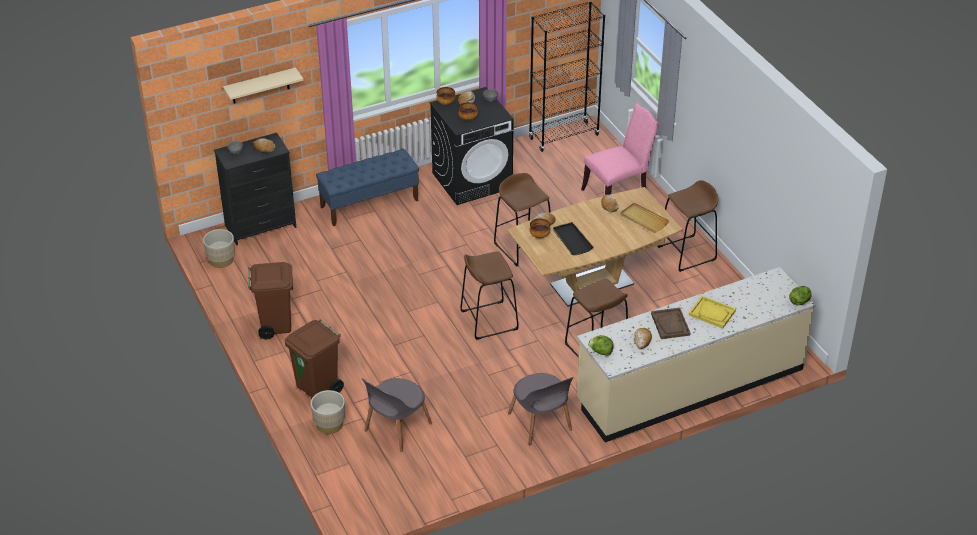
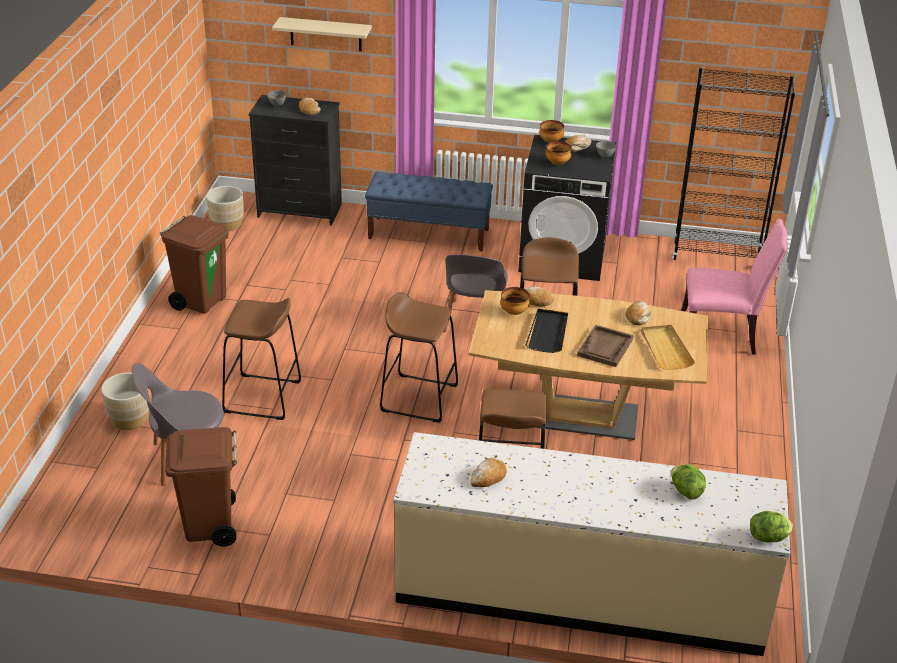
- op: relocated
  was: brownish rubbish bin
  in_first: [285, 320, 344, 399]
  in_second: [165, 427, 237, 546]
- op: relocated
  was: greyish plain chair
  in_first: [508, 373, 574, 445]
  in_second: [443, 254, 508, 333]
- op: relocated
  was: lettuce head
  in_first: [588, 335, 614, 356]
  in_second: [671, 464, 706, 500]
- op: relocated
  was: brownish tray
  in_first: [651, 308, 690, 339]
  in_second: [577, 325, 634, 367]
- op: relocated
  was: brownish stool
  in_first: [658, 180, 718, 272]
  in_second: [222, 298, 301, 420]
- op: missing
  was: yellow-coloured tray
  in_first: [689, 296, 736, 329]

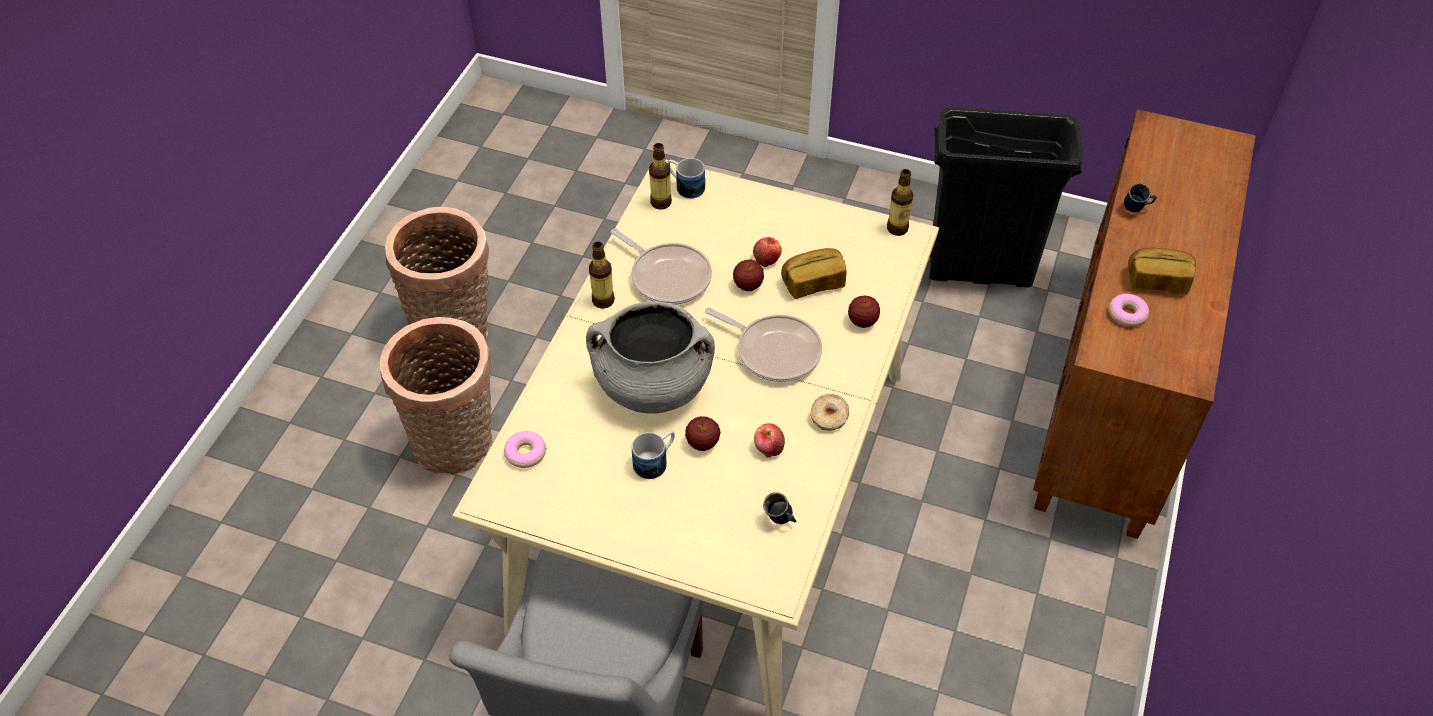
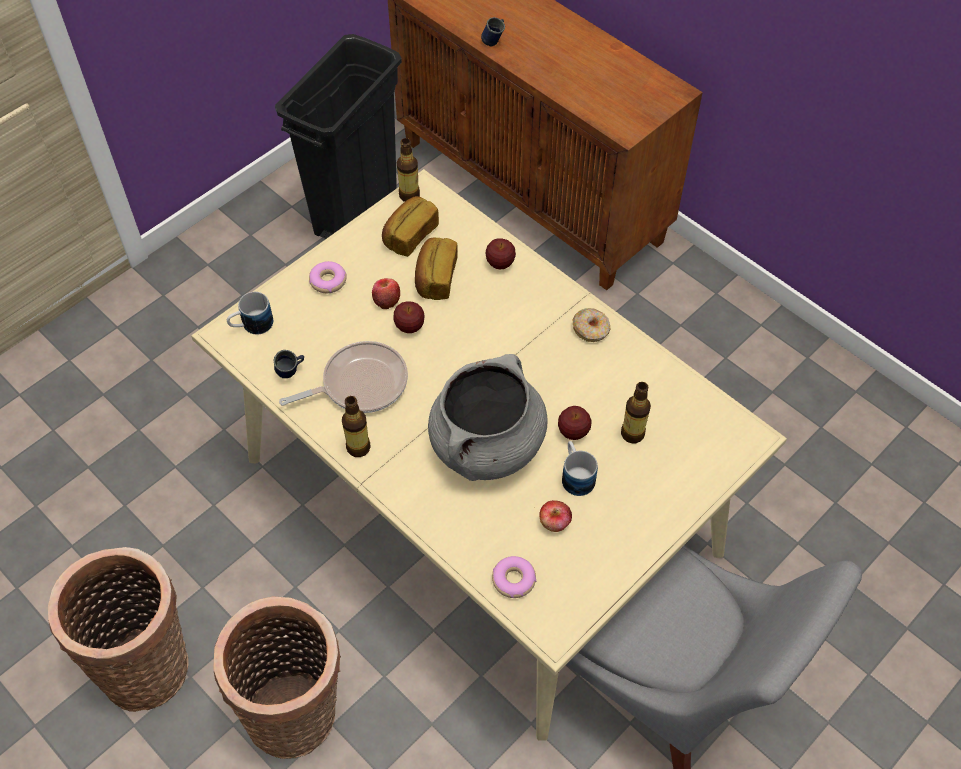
- op: relocated
  was: beverage bottle
  in_first: [649, 143, 672, 210]
  in_second: [621, 382, 651, 443]
- op: missing
  was: skillet
  in_first: [705, 307, 822, 382]
- op: relocated
  was: apple
  in_first: [754, 423, 785, 457]
  in_second: [539, 500, 572, 532]
- op: relocated
  was: blue-coloured mug
  in_first: [763, 492, 796, 524]
  in_second: [274, 350, 304, 378]
- op: relocated
  was: ring doughnut
  in_first: [1109, 294, 1149, 327]
  in_second: [309, 261, 347, 293]
- op: relocated
  was: bread
  in_first: [1128, 248, 1196, 294]
  in_second: [382, 196, 439, 257]

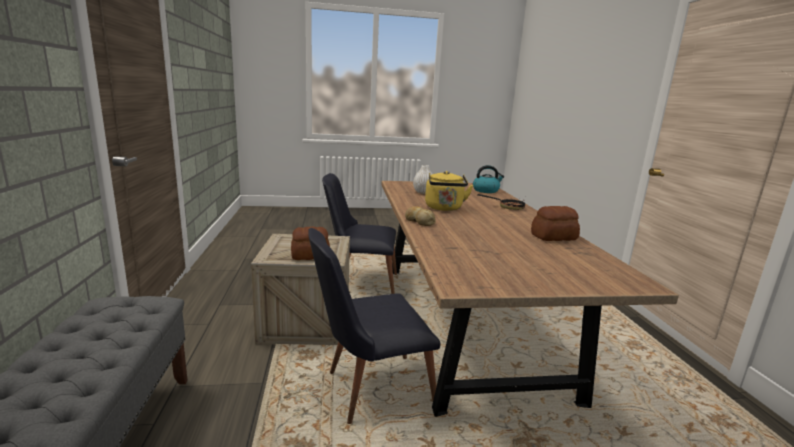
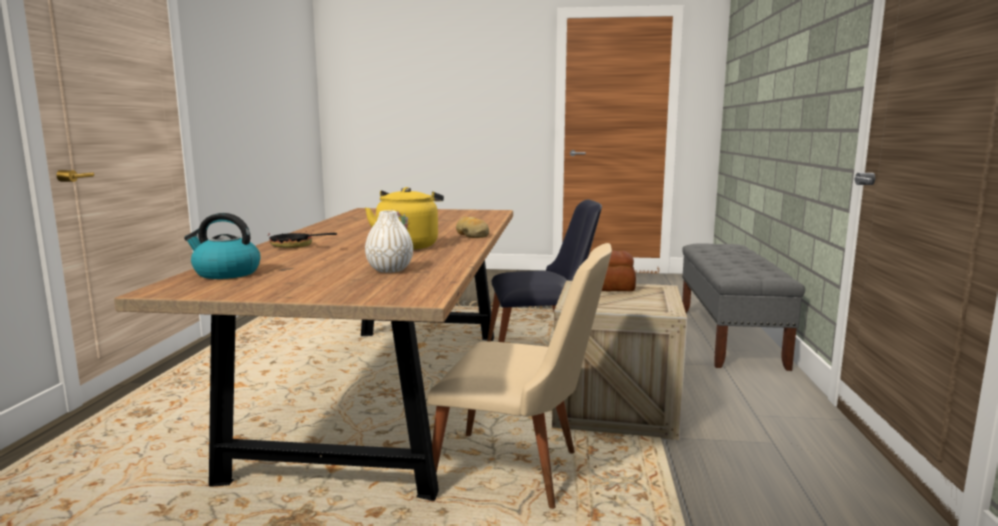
- op: colour
  was: blackish plain chair
  now: beige-coloured plain chair
  in_first: [322, 173, 397, 294]
  in_second: [428, 243, 612, 509]
- op: missing
  was: bread
  in_first: [531, 206, 580, 241]

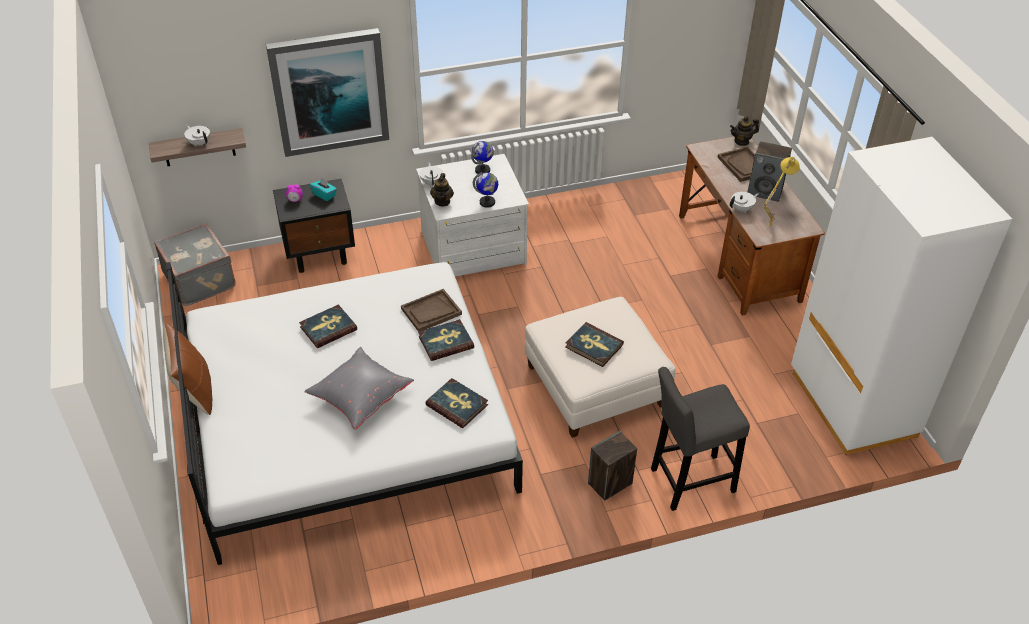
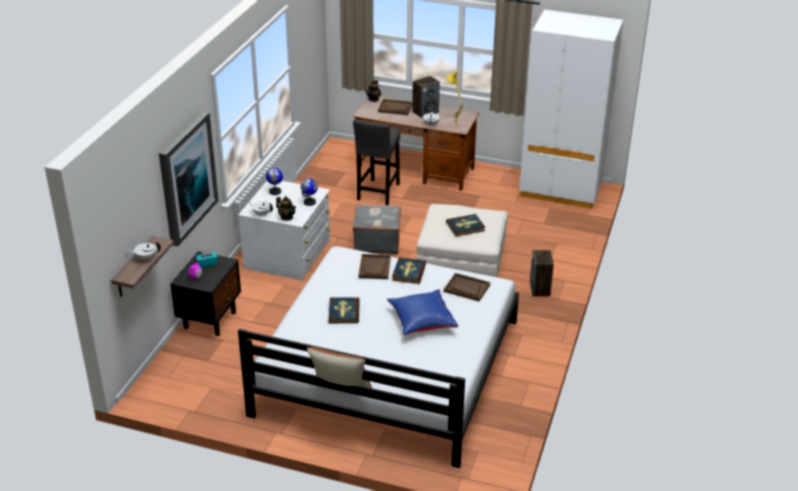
- op: relocated
  was: greyish suitcase
  in_first: [154, 223, 236, 306]
  in_second: [353, 204, 401, 254]
- op: colour
  was: greyish throw pillow
  now: blue-coloured throw pillow
  in_first: [304, 347, 414, 430]
  in_second: [387, 289, 458, 335]
- op: exchanged
  was: book
  now: brownish tray
  in_first: [425, 378, 488, 428]
  in_second: [444, 273, 490, 301]
- op: relocated
  was: greyish stool
  in_first: [651, 367, 750, 511]
  in_second: [353, 119, 400, 205]

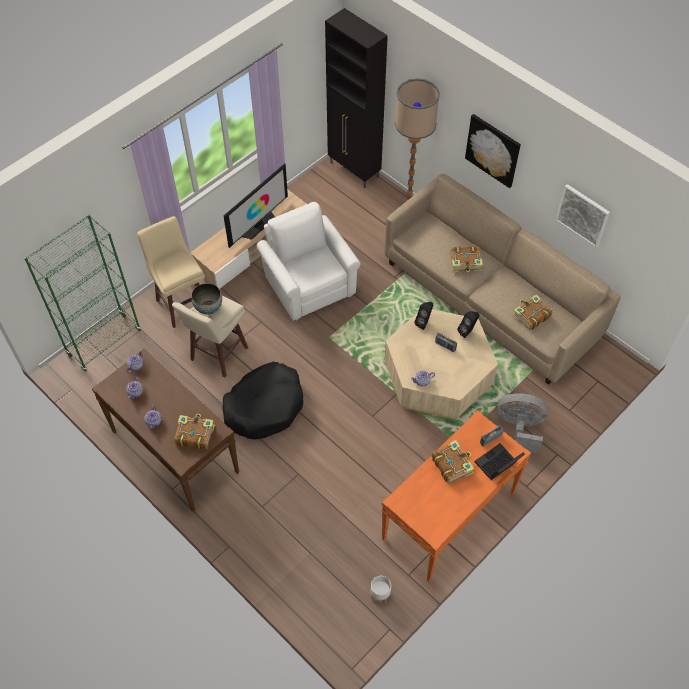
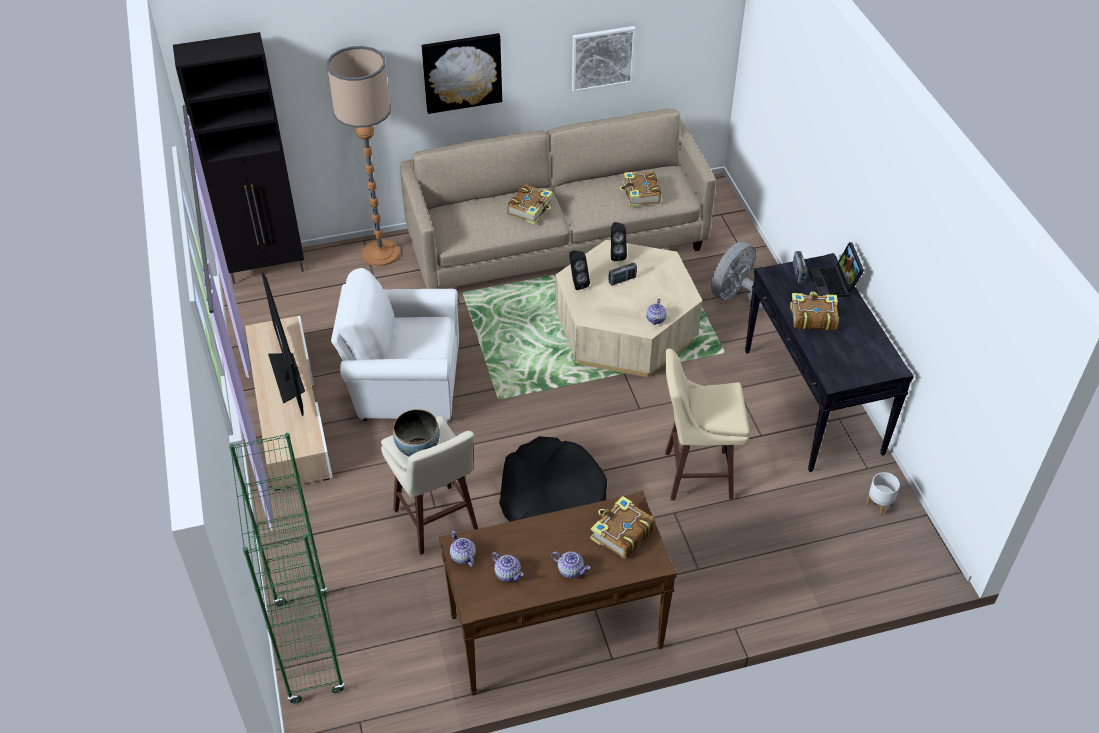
- op: relocated
  was: beige-coloured stool
  in_first: [137, 216, 205, 328]
  in_second: [665, 349, 749, 501]
- op: colour
  was: orange-coloured hall table
  now: blackish hall table
  in_first: [381, 410, 531, 582]
  in_second: [745, 253, 914, 472]

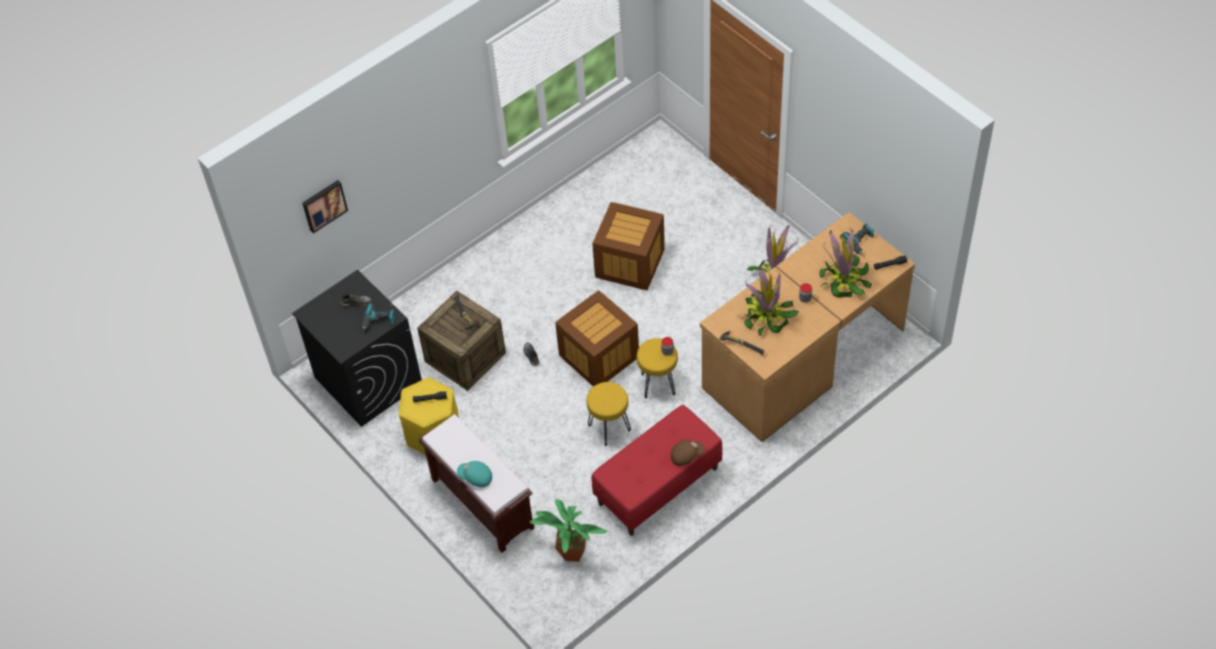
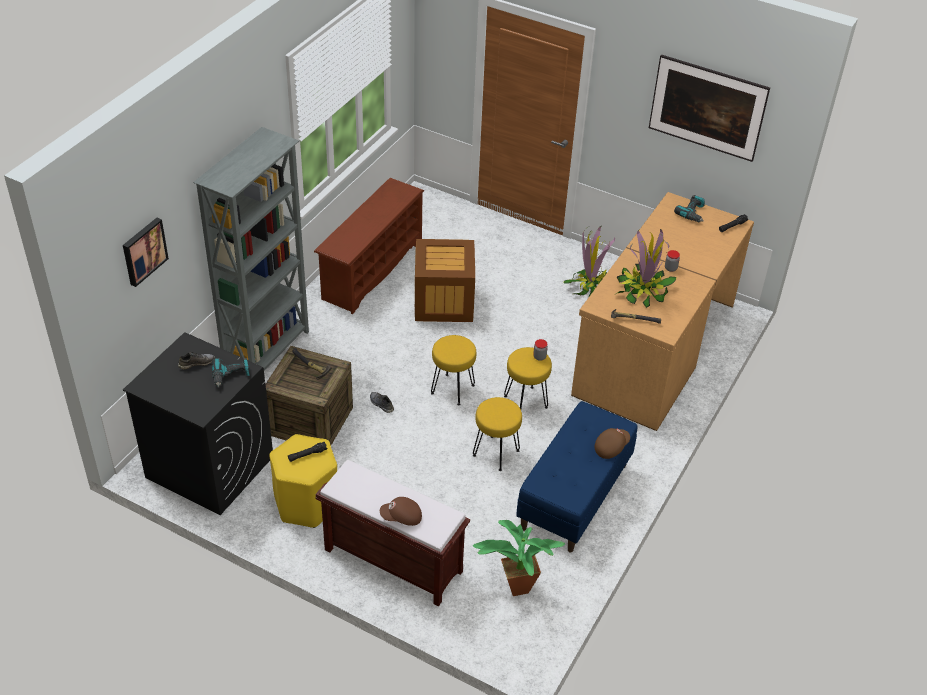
- op: colour
  was: turquoise-coloured peaked cap
  now: brownish peaked cap
  in_first: [457, 461, 492, 487]
  in_second: [380, 497, 422, 526]
- op: exchanged
  was: crate
  now: yellow-coloured stool
  in_first: [555, 290, 639, 387]
  in_second: [431, 335, 476, 406]
- op: colour
  was: red bench
  now: blue-coloured bench
  in_first: [591, 405, 722, 536]
  in_second: [516, 401, 637, 552]
- op: missing
  was: plant in a pot
  in_first: [819, 229, 872, 298]
- op: appeared
  now: greyish bookshelf
  in_second: [193, 127, 309, 370]
- op: appeared
  now: brownish shoe rack
  in_second: [314, 178, 424, 314]
- op: appeared
  now: picture
  in_second: [649, 54, 770, 162]

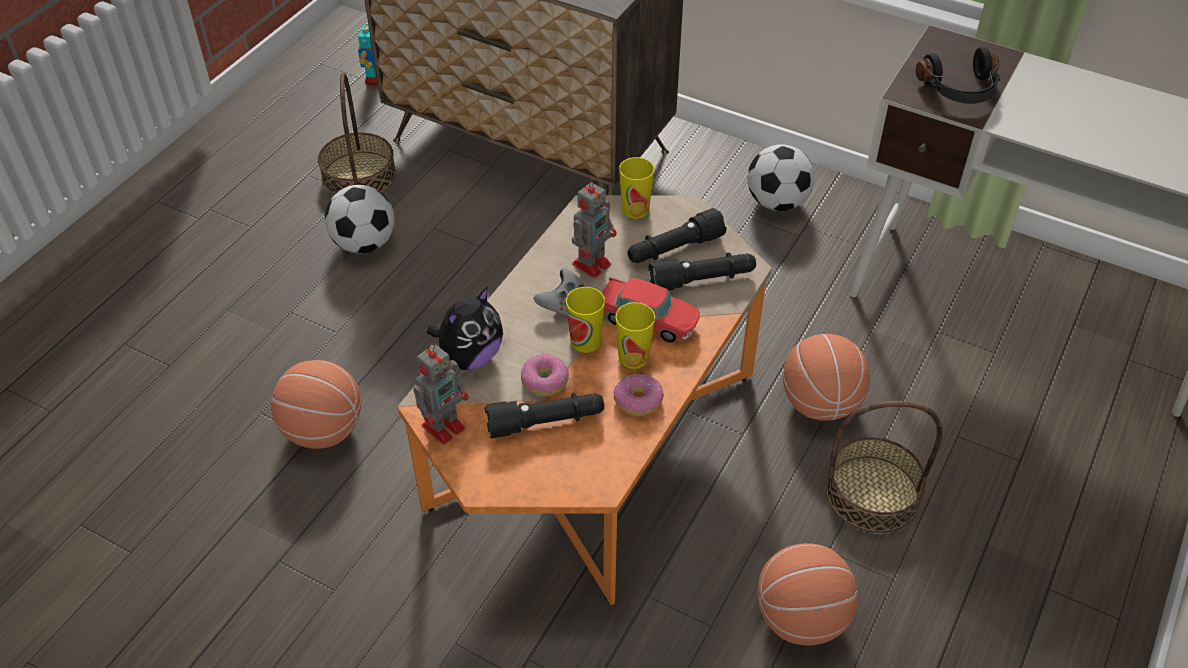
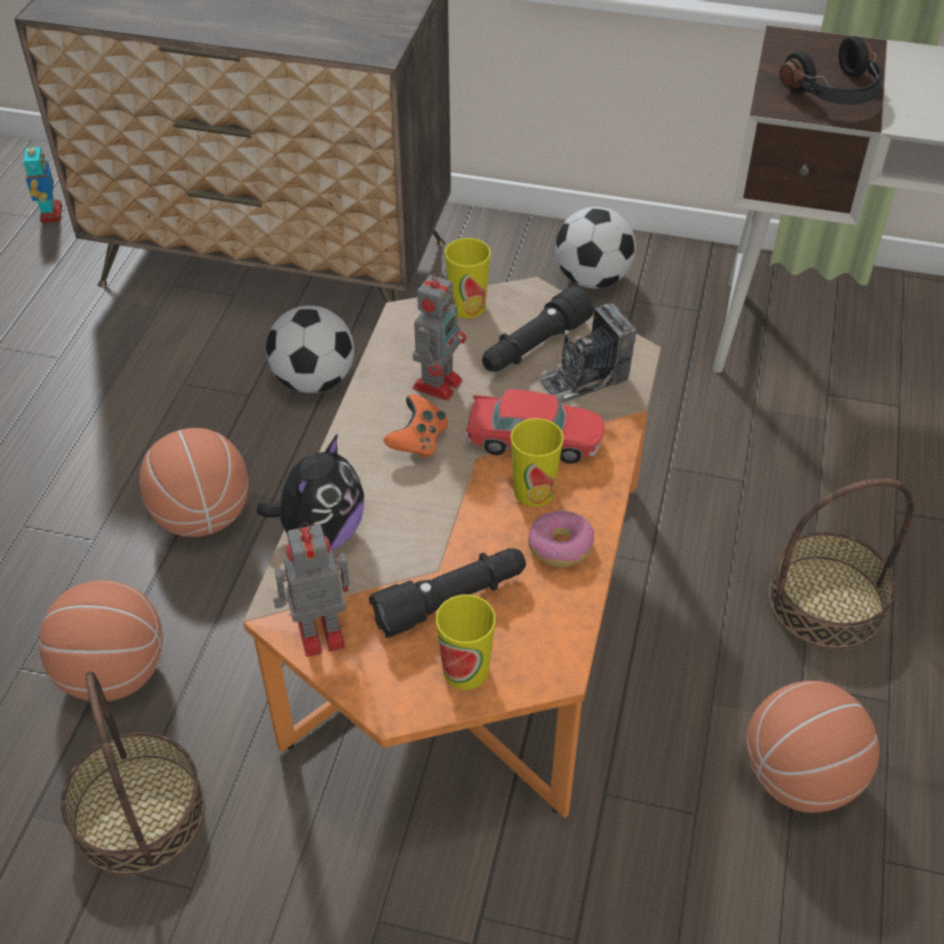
- op: relocated
  was: basket
  in_first: [318, 73, 396, 195]
  in_second: [61, 671, 205, 875]
- op: relocated
  was: ball for football
  in_first: [325, 185, 395, 254]
  in_second: [266, 306, 354, 393]
- op: spun
  was: model robot
  in_first: [414, 344, 469, 445]
  in_second: [273, 522, 350, 657]
  clockwise: -135
- op: missing
  was: ring doughnut
  in_first: [521, 354, 569, 397]
- op: colour
  was: greyish gamepad
  now: orange-coloured gamepad
  in_first: [534, 268, 585, 318]
  in_second: [383, 394, 448, 459]
- op: relocated
  was: cup
  in_first: [566, 287, 605, 353]
  in_second: [436, 595, 496, 690]
- op: exchanged
  was: blackish torch
  now: photo camera
  in_first: [649, 252, 756, 291]
  in_second: [535, 303, 636, 403]
- op: relocated
  was: basketball ball
  in_first: [783, 334, 870, 421]
  in_second: [139, 428, 249, 537]

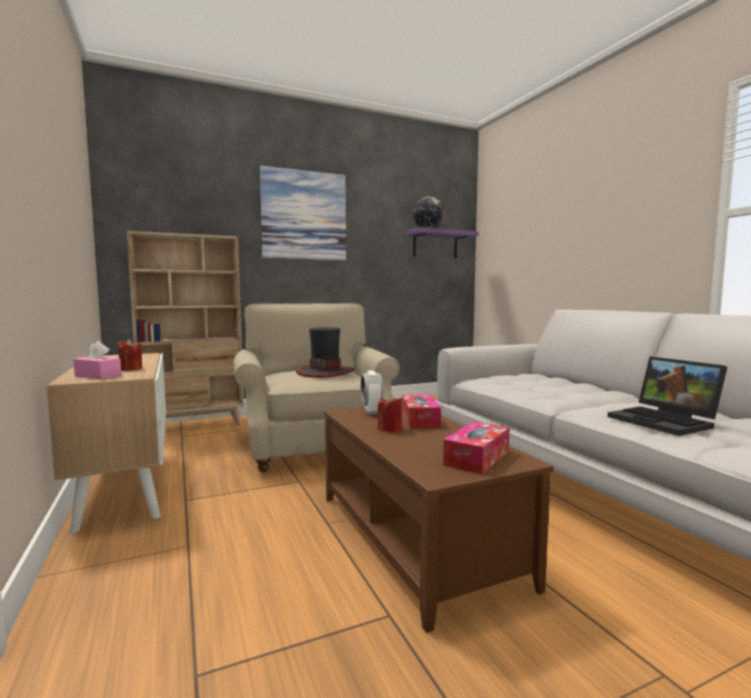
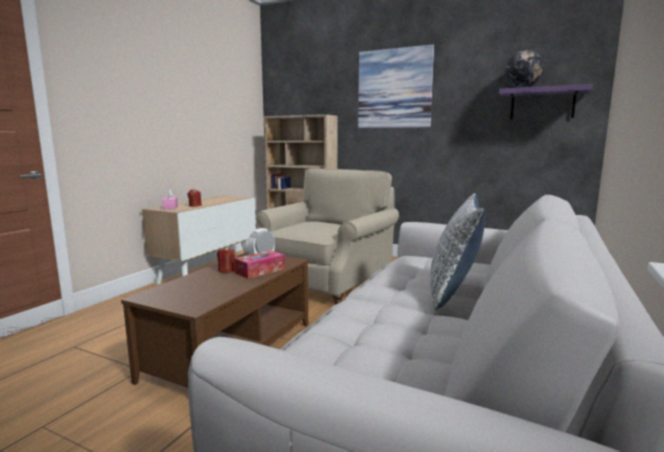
- op: missing
  was: hat
  in_first: [296, 327, 355, 378]
- op: missing
  was: tissue holder
  in_first: [443, 422, 510, 474]
- op: missing
  was: portable computer
  in_first: [607, 356, 727, 436]
- op: appeared
  now: throw pillow
  in_second: [430, 193, 485, 310]

